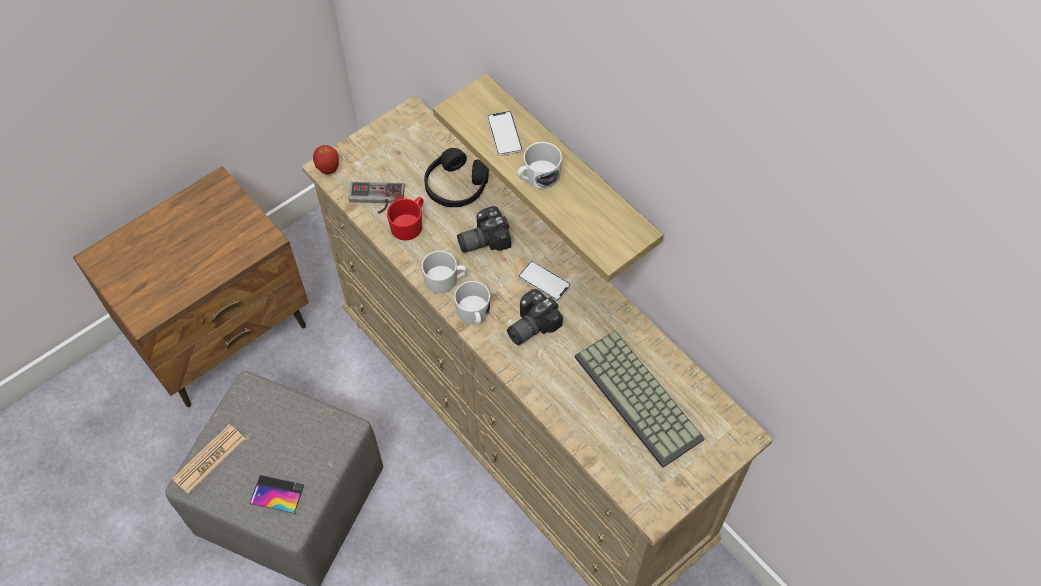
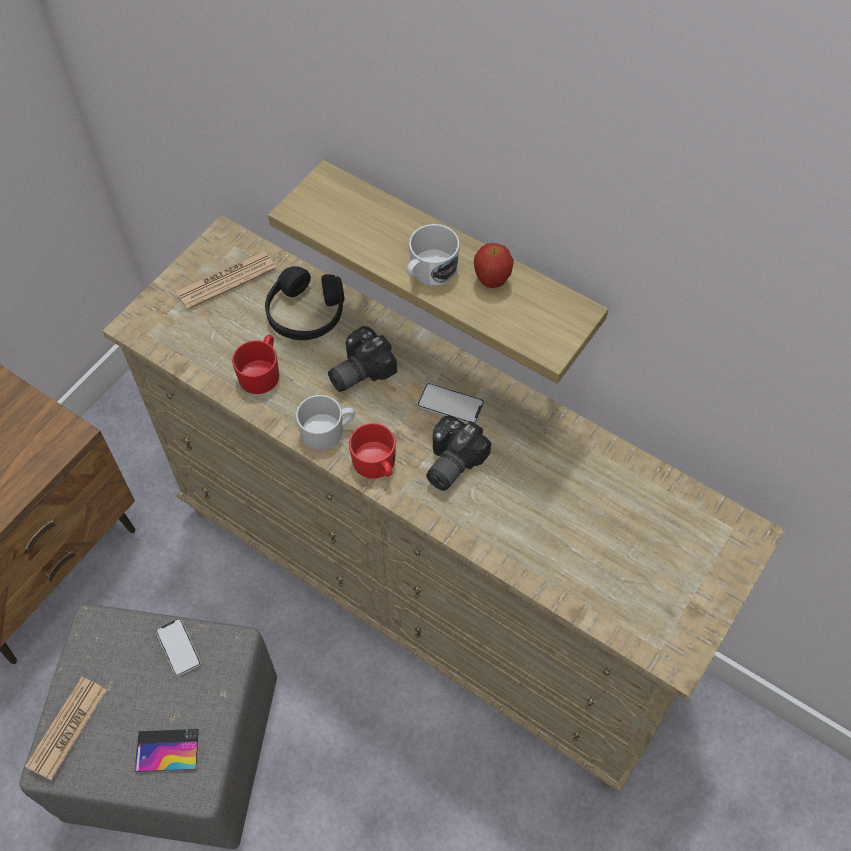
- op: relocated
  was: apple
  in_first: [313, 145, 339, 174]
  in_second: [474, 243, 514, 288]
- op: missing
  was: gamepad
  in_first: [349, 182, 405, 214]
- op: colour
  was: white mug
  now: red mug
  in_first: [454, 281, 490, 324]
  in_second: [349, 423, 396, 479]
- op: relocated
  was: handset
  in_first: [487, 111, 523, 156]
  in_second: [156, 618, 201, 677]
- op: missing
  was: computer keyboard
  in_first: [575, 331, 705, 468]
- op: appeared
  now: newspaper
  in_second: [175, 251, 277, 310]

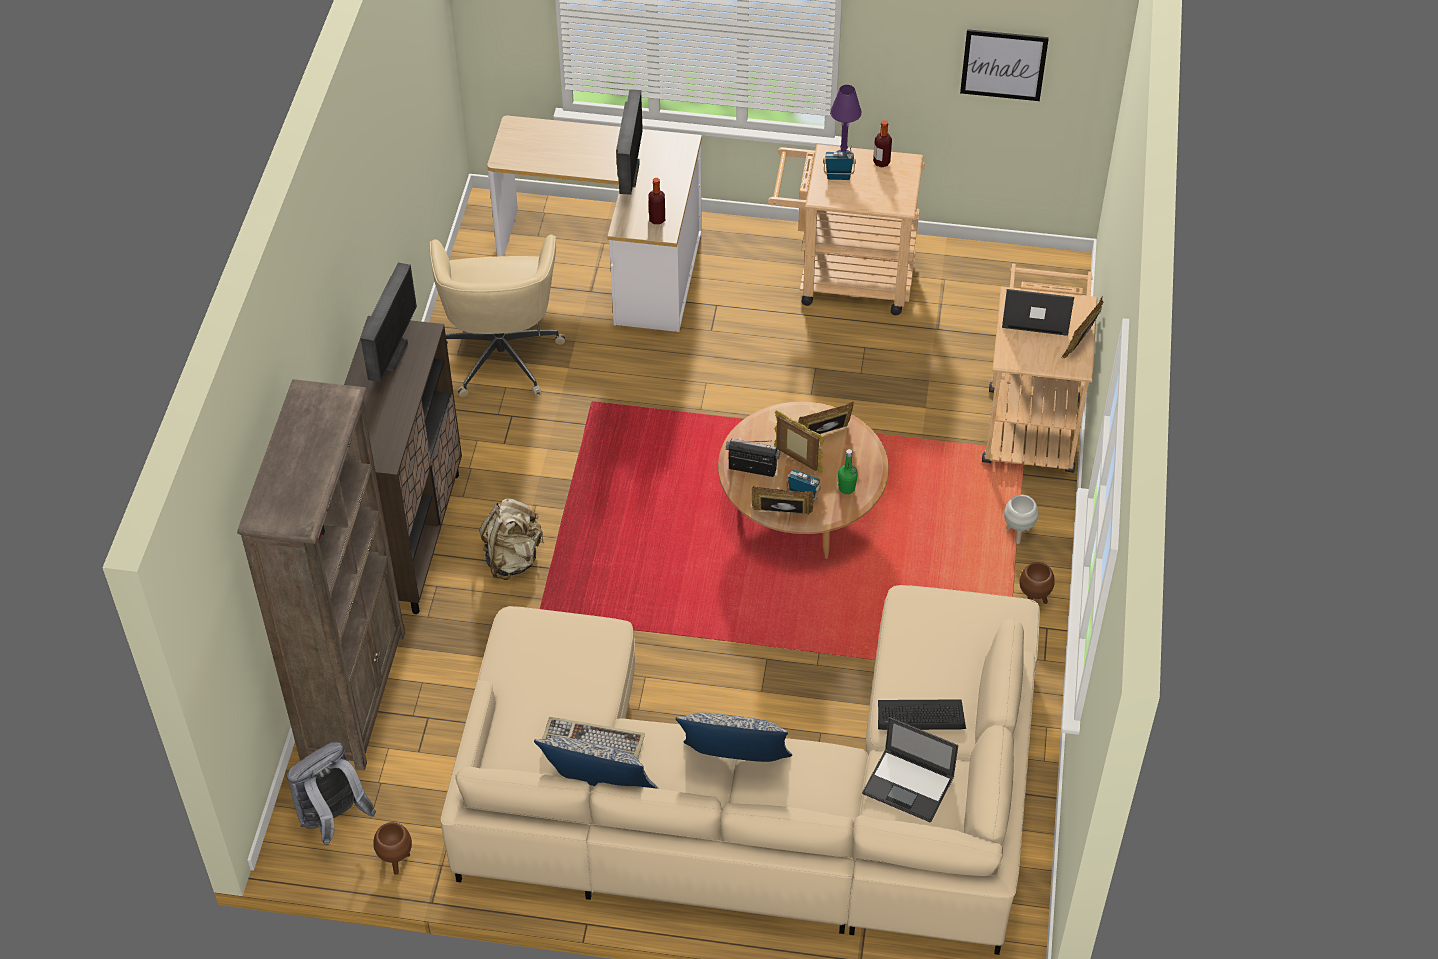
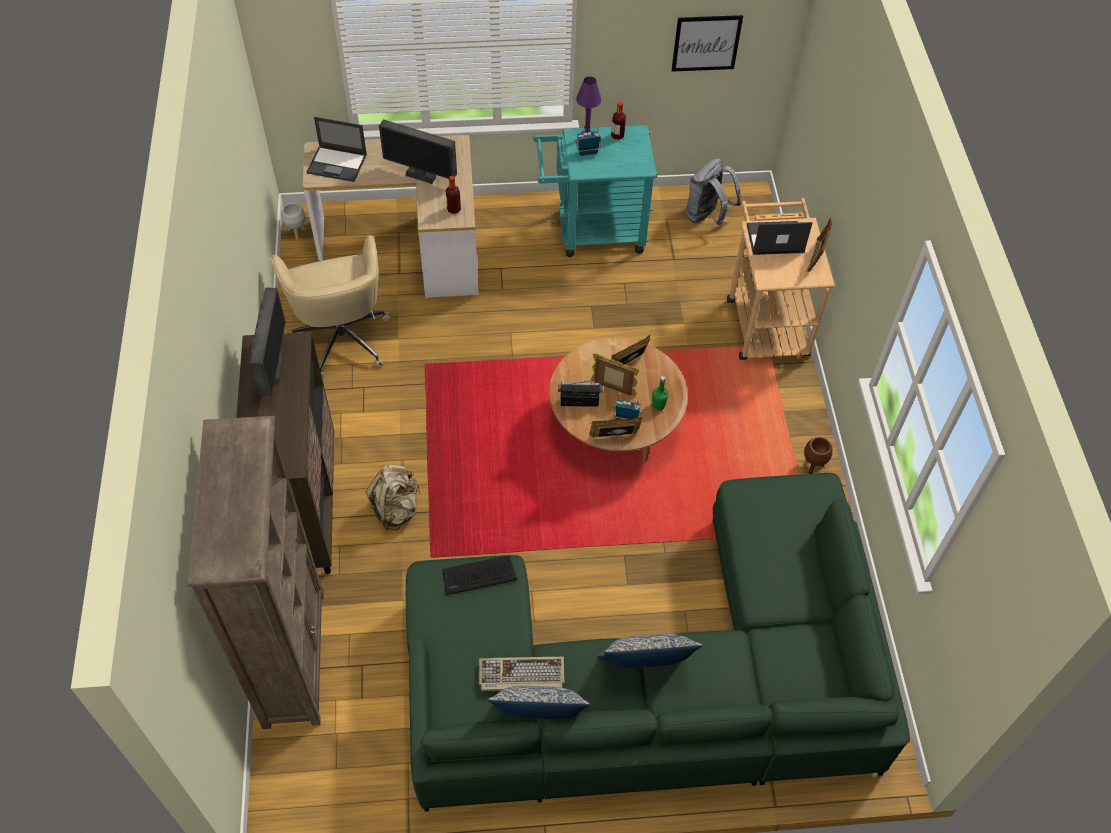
- op: relocated
  was: greyish rucksack
  in_first: [287, 742, 377, 846]
  in_second: [686, 158, 741, 225]
- op: missing
  was: brownish planter
  in_first: [373, 822, 412, 874]
- op: colour
  was: beige-coloured sofa
  now: green-coloured sofa
  in_first: [440, 585, 1040, 955]
  in_second: [406, 473, 910, 812]
- op: spun
  was: monitor
  in_first: [616, 89, 643, 195]
  in_second: [379, 119, 457, 184]
  clockwise: 120
- op: colour
  was: beige-coloured trolley
  now: turquoise-coloured trolley
  in_first: [768, 144, 925, 315]
  in_second: [533, 125, 658, 257]
- op: relocated
  was: portable computer
  in_first: [862, 717, 958, 823]
  in_second: [307, 117, 367, 182]
- op: relocated
  was: computer keyboard
  in_first: [878, 699, 966, 730]
  in_second: [442, 555, 517, 595]
- op: relocated
  was: white planter
  in_first: [1004, 495, 1038, 544]
  in_second: [281, 203, 306, 240]

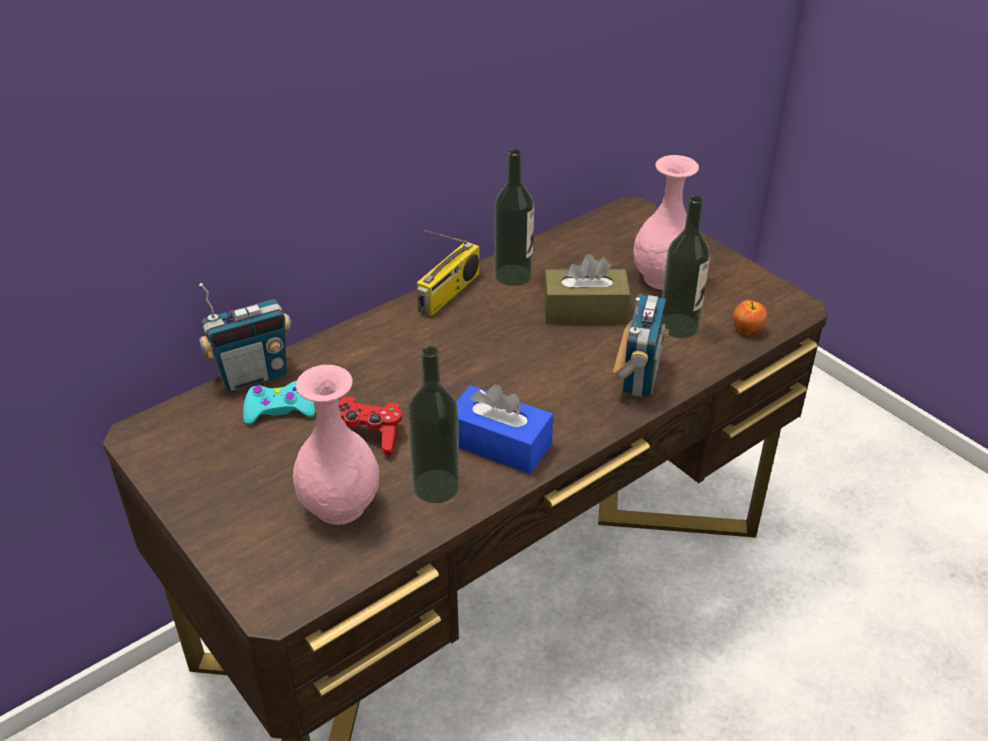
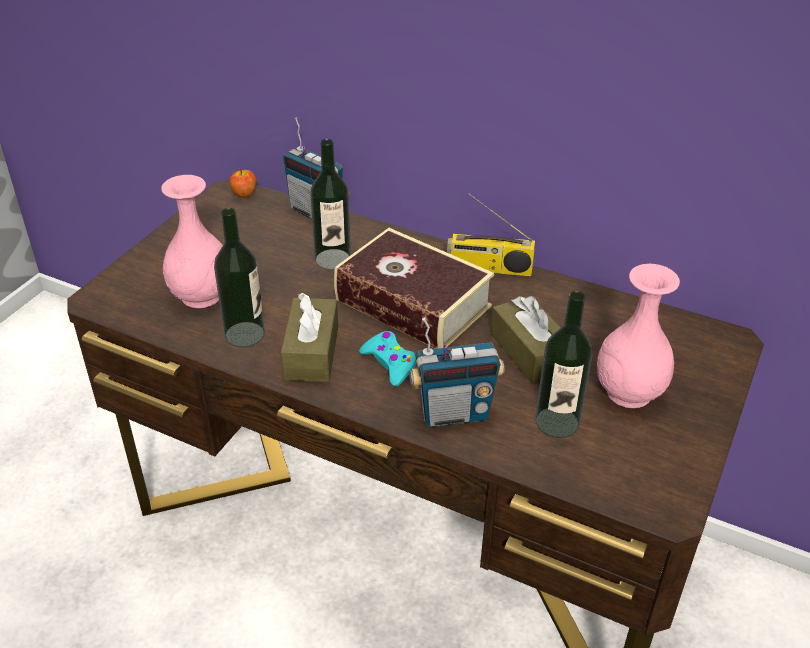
- op: relocated
  was: turquoise-coloured gamepad
  in_first: [243, 381, 315, 425]
  in_second: [359, 331, 416, 386]
- op: missing
  was: red gamepad
  in_first: [338, 396, 402, 456]
- op: colour
  was: blue-coloured tissue holder
  now: brownish tissue holder
  in_first: [456, 385, 553, 474]
  in_second: [281, 293, 338, 382]
- op: relocated
  was: beverage bottle
  in_first: [495, 149, 534, 286]
  in_second: [310, 139, 351, 270]
- op: relocated
  was: apple
  in_first: [733, 300, 767, 334]
  in_second: [230, 168, 256, 198]
- op: appeared
  now: book
  in_second: [334, 228, 494, 349]

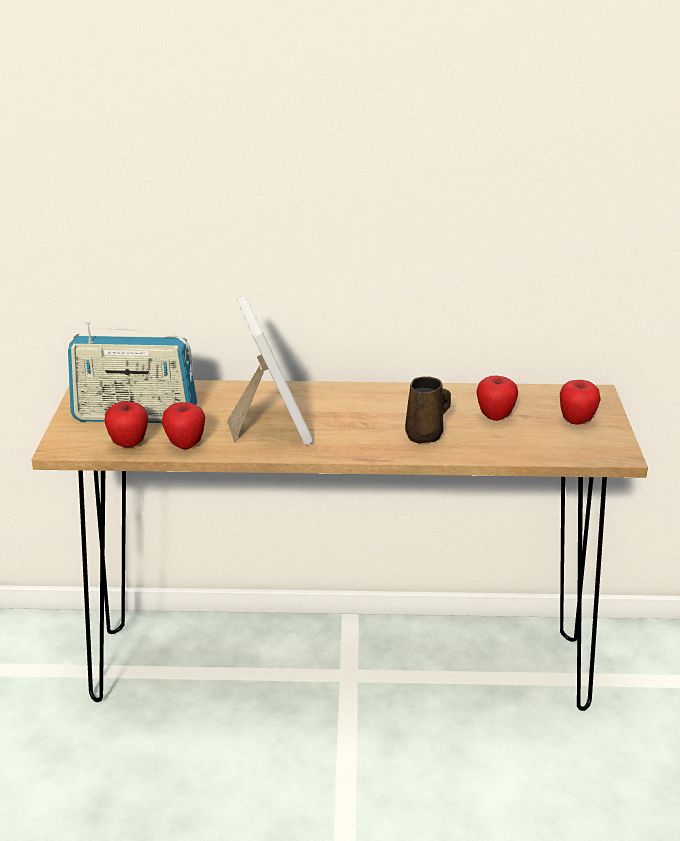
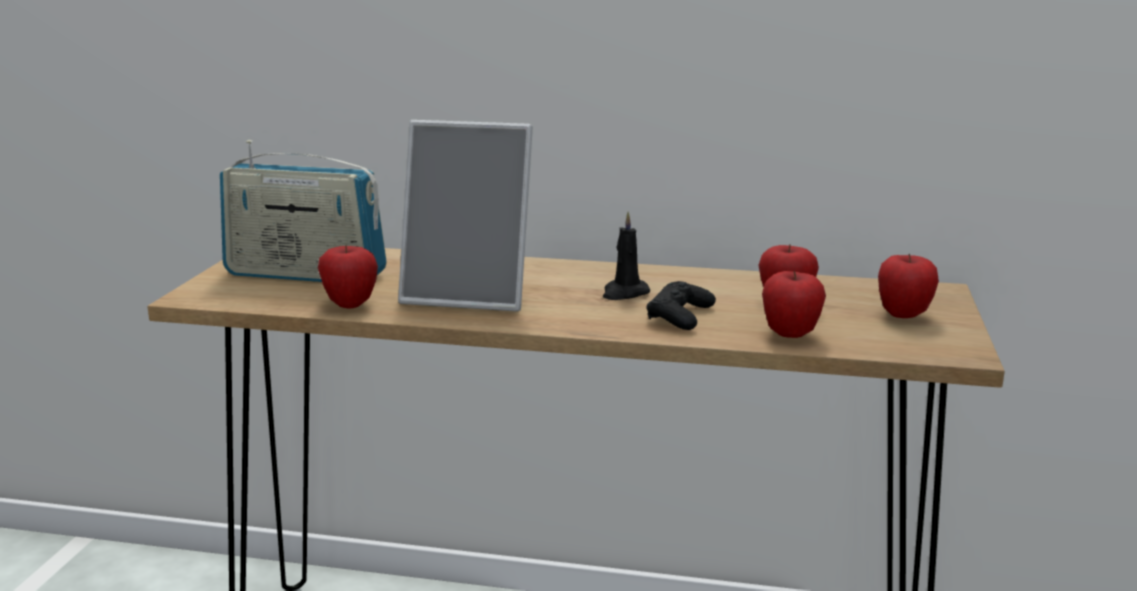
- op: relocated
  was: apple
  in_first: [105, 401, 148, 447]
  in_second: [762, 270, 826, 338]
- op: spun
  was: picture frame
  in_first: [227, 296, 313, 445]
  in_second: [398, 120, 533, 312]
  clockwise: 105
- op: exchanged
  was: brownish mug
  now: blackish gamepad
  in_first: [405, 376, 451, 443]
  in_second: [647, 281, 716, 330]
- op: appeared
  now: blackish wax light
  in_second: [603, 212, 651, 300]

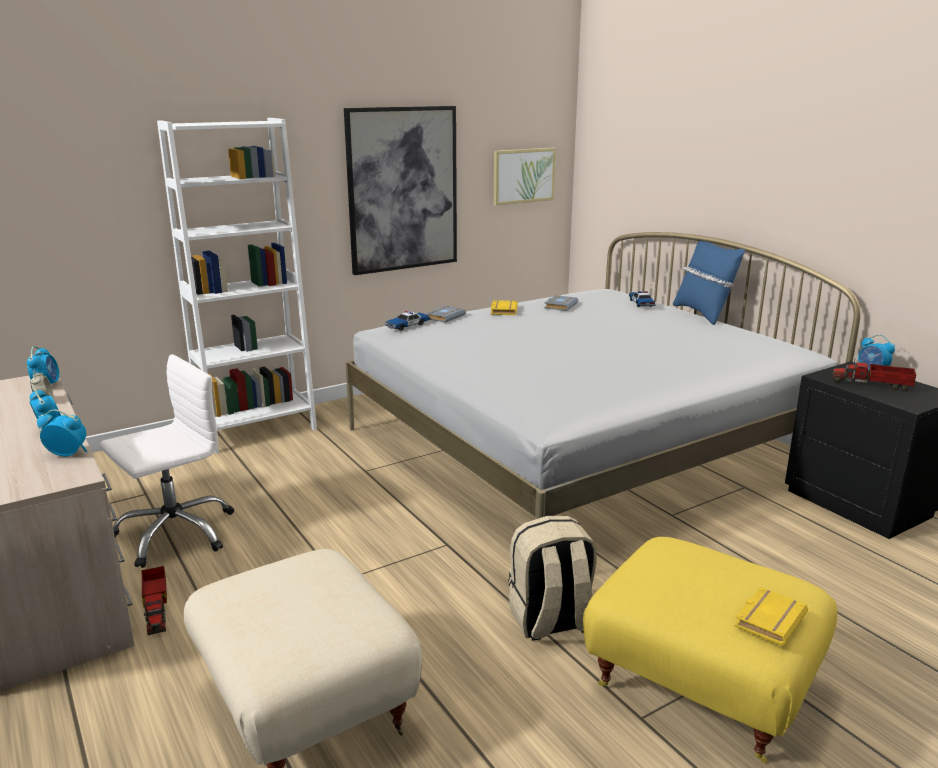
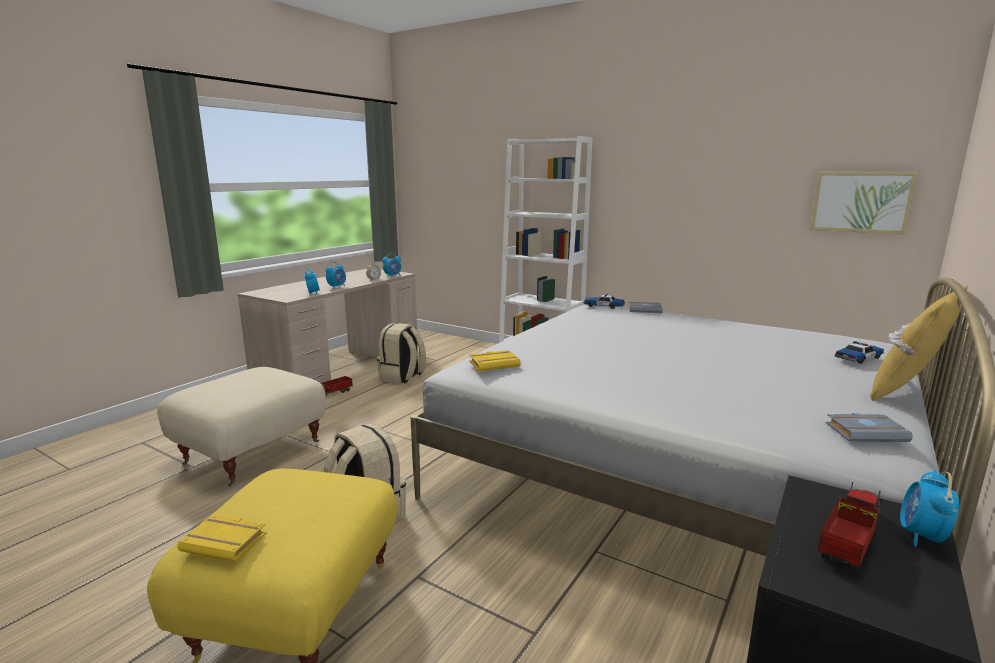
- op: exchanged
  was: white desk chair
  now: beige-coloured rucksack
  in_first: [100, 354, 234, 568]
  in_second: [377, 323, 426, 384]
- op: missing
  was: picture
  in_first: [344, 106, 457, 275]
- op: relocated
  was: yellow-coloured book
  in_first: [491, 300, 518, 315]
  in_second: [469, 350, 521, 371]
- op: relocated
  was: greyish book
  in_first: [544, 295, 578, 311]
  in_second: [826, 413, 913, 442]
- op: colour
  was: blue-coloured throw pillow
  now: yellow-coloured throw pillow
  in_first: [673, 241, 745, 325]
  in_second: [870, 286, 968, 400]
- op: spun
  was: model truck
  in_first: [832, 359, 916, 391]
  in_second: [817, 482, 882, 571]
  clockwise: 45

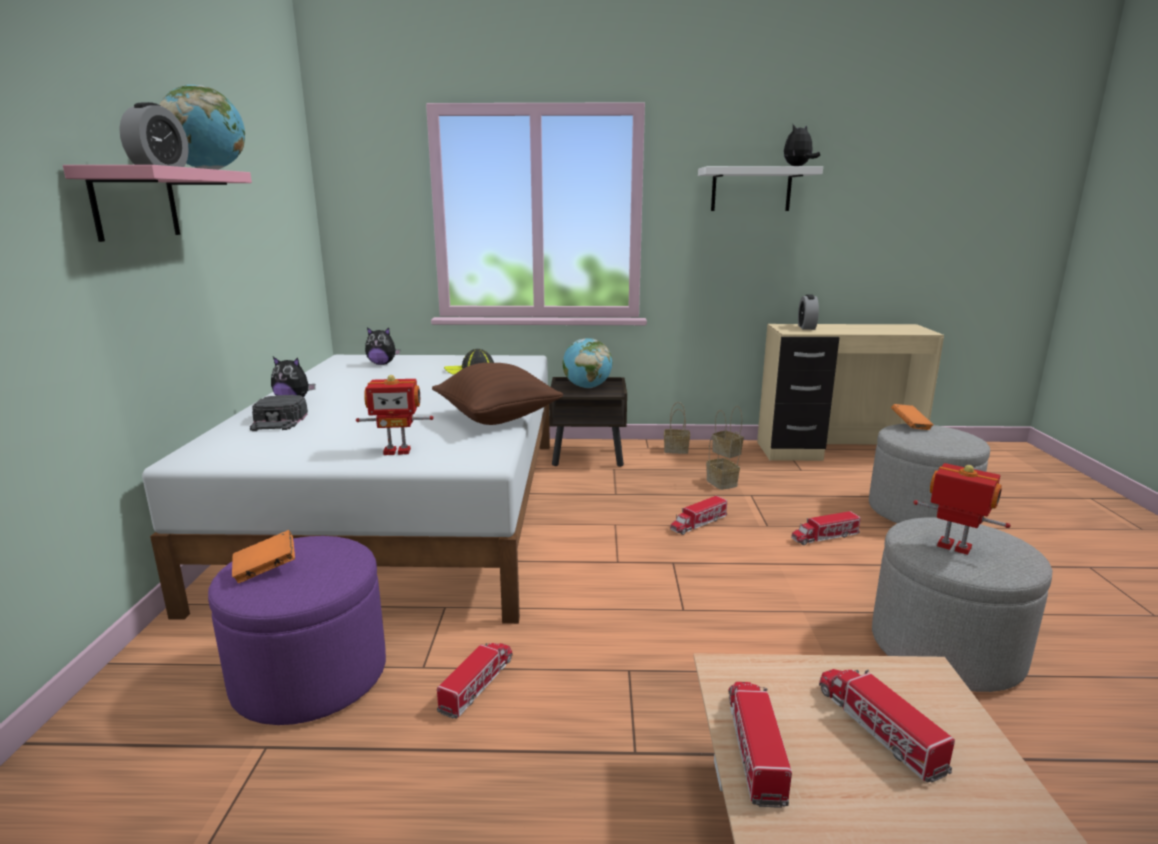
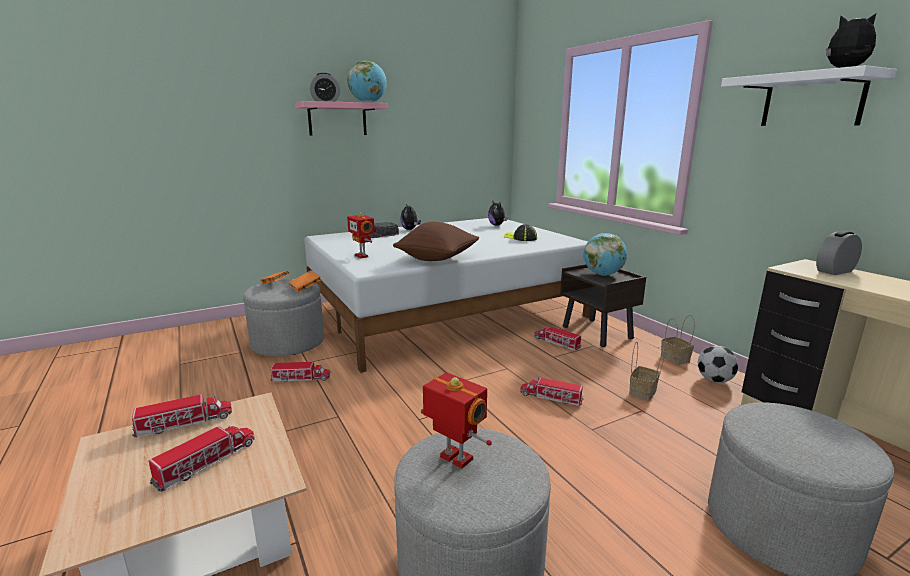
- op: colour
  was: purplish ottoman
  now: greyish ottoman
  in_first: [208, 536, 386, 725]
  in_second: [243, 279, 324, 357]
- op: exchanged
  was: basket
  now: ball for football
  in_first: [712, 406, 744, 458]
  in_second: [698, 346, 738, 383]
- op: relocated
  was: model truck
  in_first: [791, 511, 861, 545]
  in_second: [534, 326, 582, 350]
- op: relocated
  was: orange-coloured book
  in_first: [891, 404, 934, 430]
  in_second: [289, 270, 321, 292]
- op: spun
  was: model robot
  in_first: [913, 463, 1011, 555]
  in_second: [421, 372, 492, 469]
  clockwise: -60

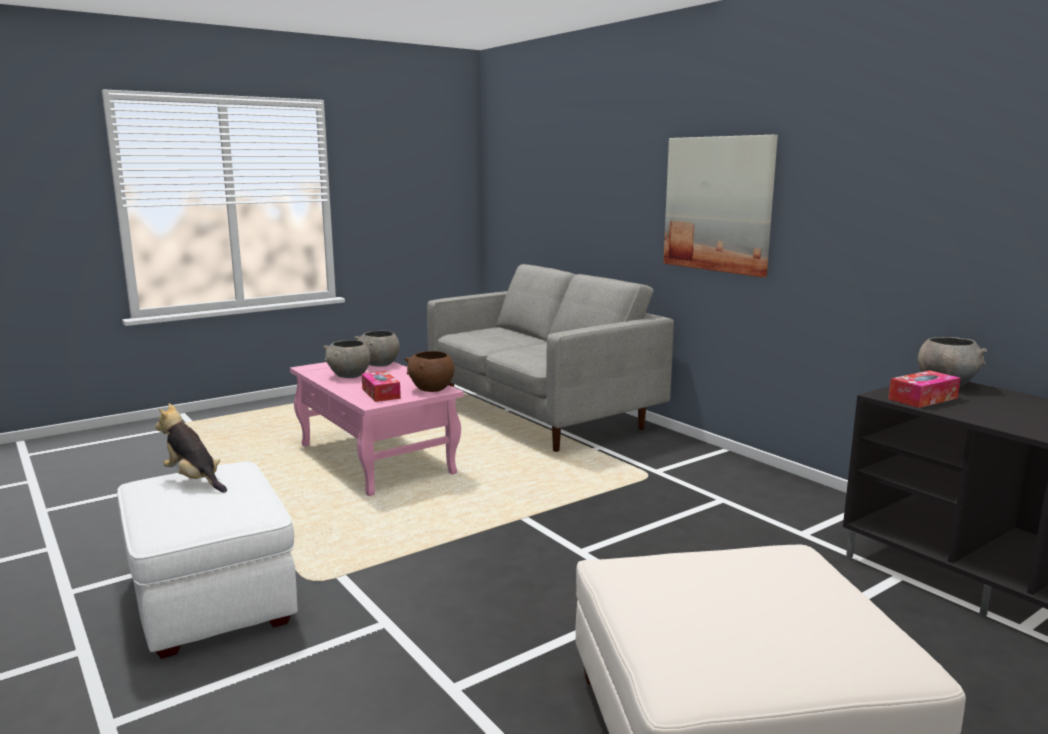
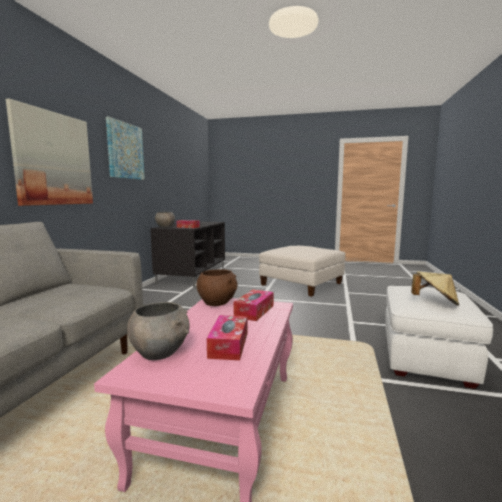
- op: exchanged
  was: cuddly toy
  now: beige-coloured hat
  in_first: [155, 404, 227, 493]
  in_second: [411, 271, 459, 306]
- op: exchanged
  was: greyish serving bowl
  now: tissue holder
  in_first: [323, 340, 371, 378]
  in_second: [207, 315, 247, 360]
- op: appeared
  now: picture
  in_second: [106, 117, 145, 180]

